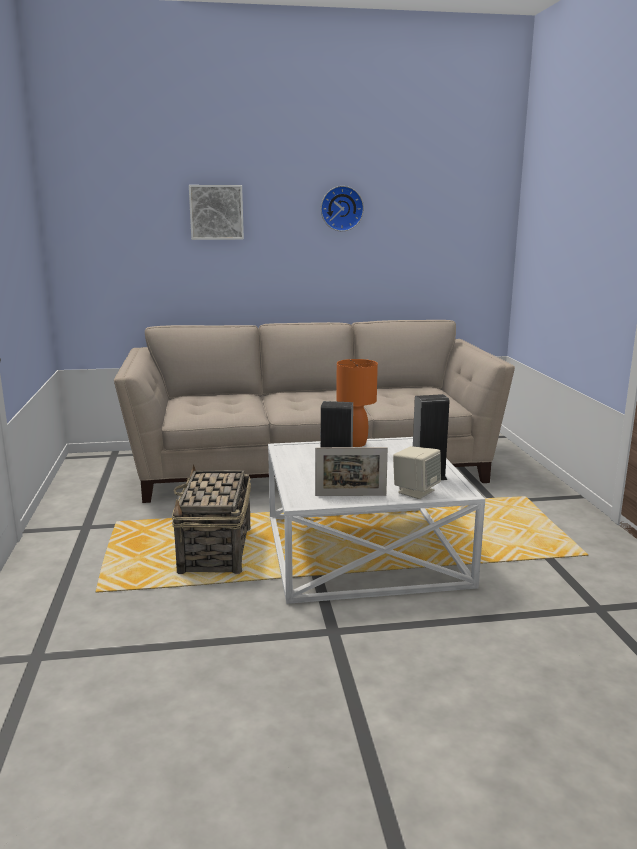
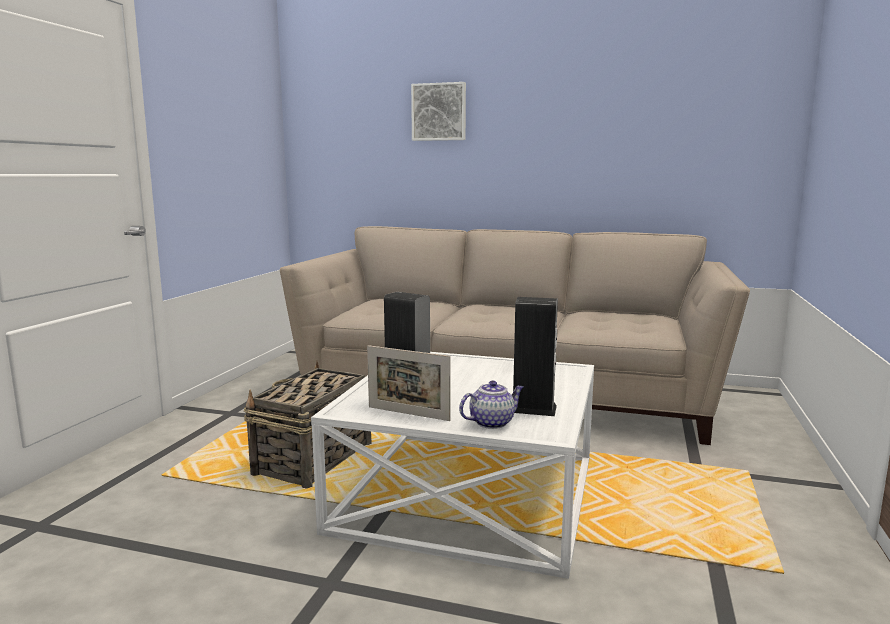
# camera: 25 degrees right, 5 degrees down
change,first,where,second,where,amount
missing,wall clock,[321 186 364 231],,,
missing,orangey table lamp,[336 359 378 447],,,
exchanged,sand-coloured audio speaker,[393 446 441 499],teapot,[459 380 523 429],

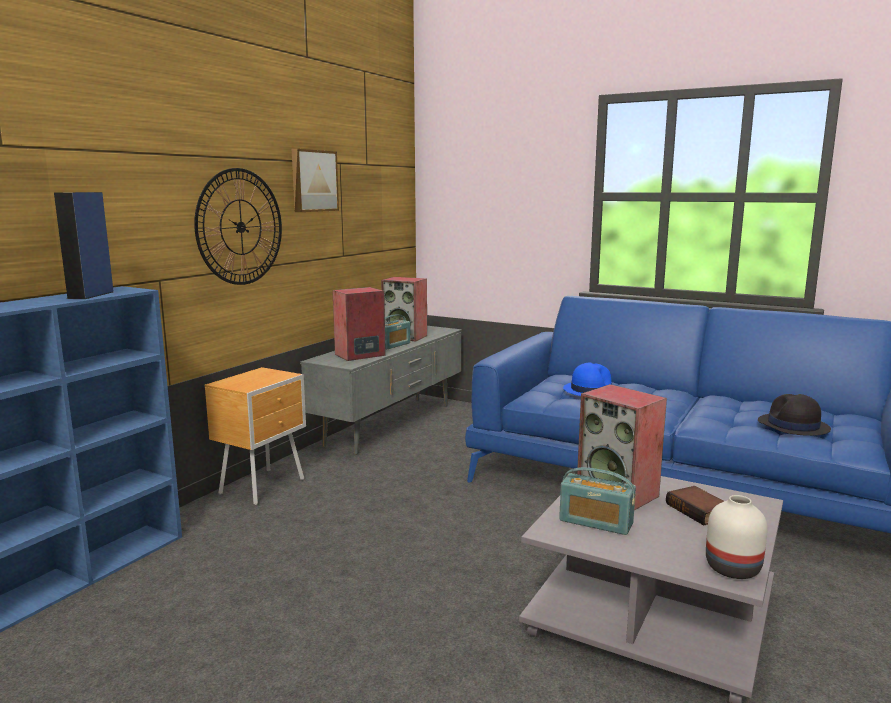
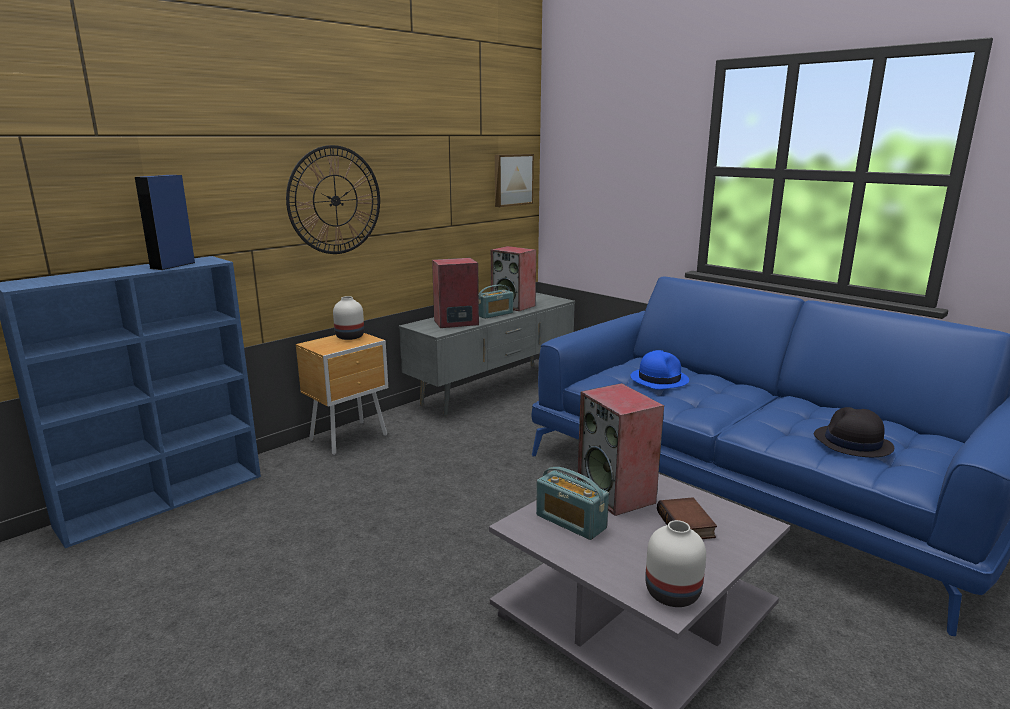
# camera: 15 degrees right, 5 degrees up
change,first,where,second,where,amount
relocated,wall picture,[292 149 339 212],,[495 154 534 207],
appeared,,,white decorative vase,[333 296 364 340],

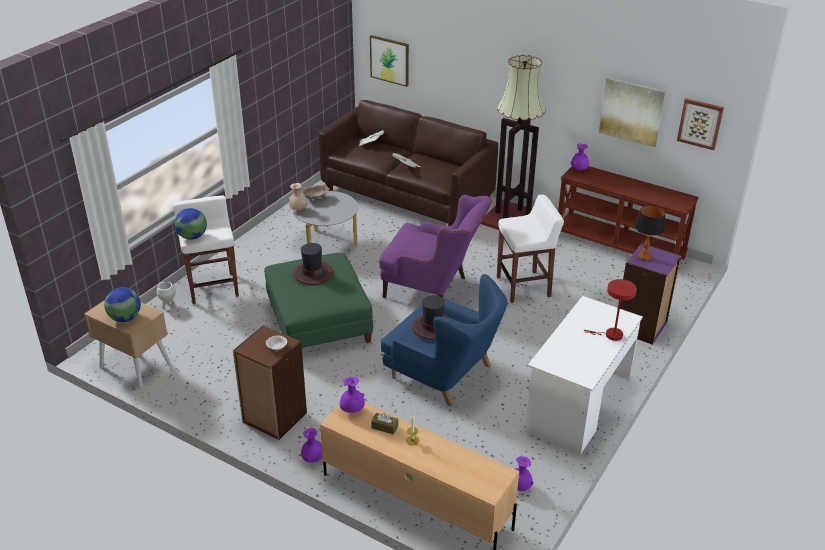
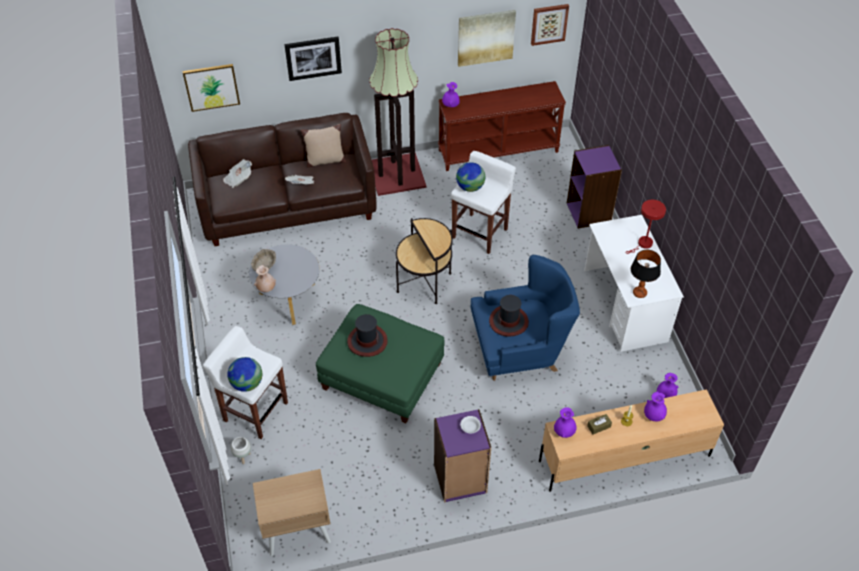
# camera: 45 degrees left, 15 degrees up
change,first,where,second,where,amount
exchanged,purple-coloured easy chair,[379 195 492 298],side table,[396 218 453 304],
relocated,table lamp,[634 205 665 261],,[631 250 661 298],
relocated,globe,[104 287 141 322],,[456 162 485 192],
colour,brown shelving unit,[233 325 307 440],purple-coloured shelving unit,[434 409 491 503],
relocated,purple-coloured decorative vase,[301 428 322 462],,[644 392 667 421],
appeared,,,wall picture,[284 37 342 81],
appeared,,,sand-coloured cushion,[300 124 346 168],

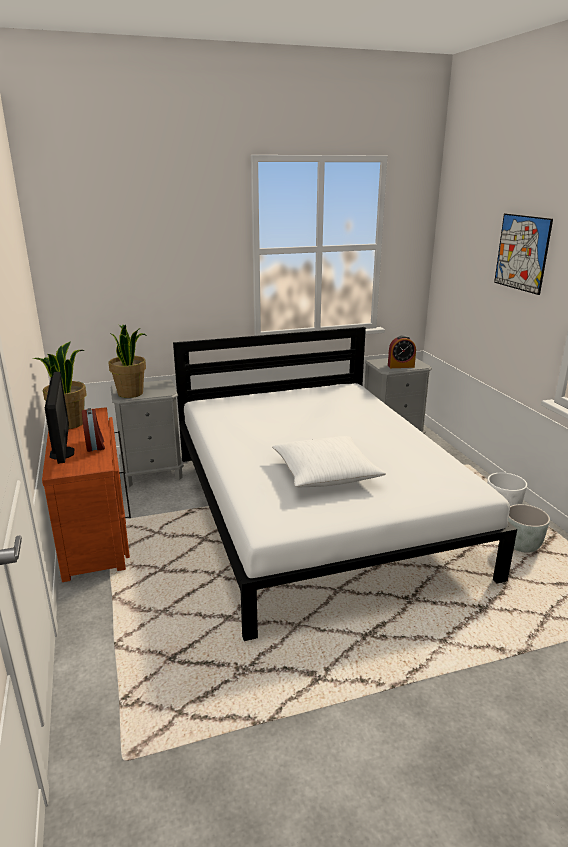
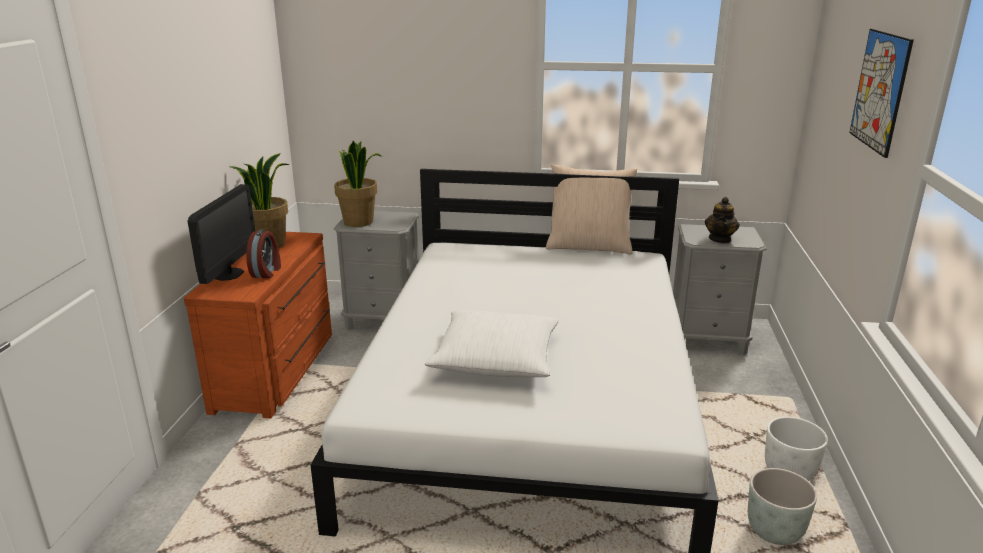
# camera: 25 degrees right, 0 degrees up
change,first,where,second,where,amount
exchanged,bedside clock,[388 335 416 368],teapot,[705 197 740 243],
appeared,,,sand-coloured cushion,[546 165 637 254],

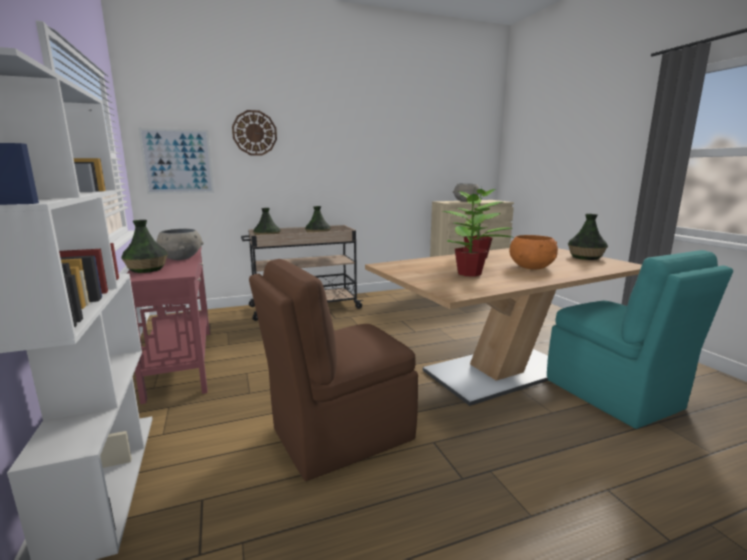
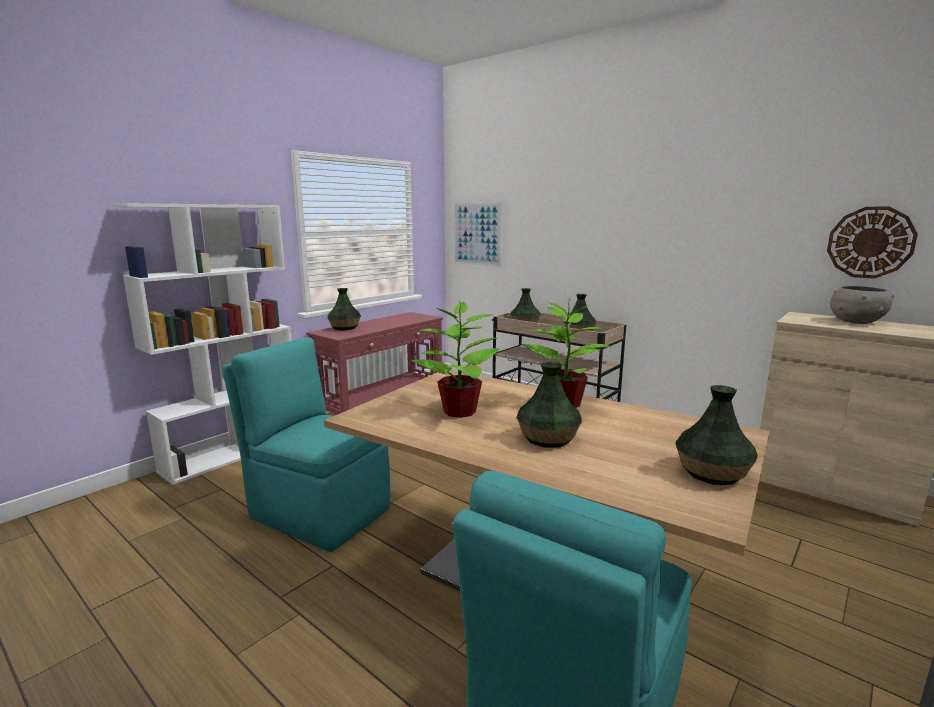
# camera: 60 degrees right, 0 degrees up
change,first,where,second,where,amount
relocated,wall clock,[232 110 277 156],,[827 207 918 279],
missing,greyish serving bowl,[157 229 204 260],,,
exchanged,orangey serving bowl,[509 235 558 269],decorative vase,[517 362 582 448],
colour,brown plain chair,[249 259 418 481],turquoise plain chair,[222 337 390 552],

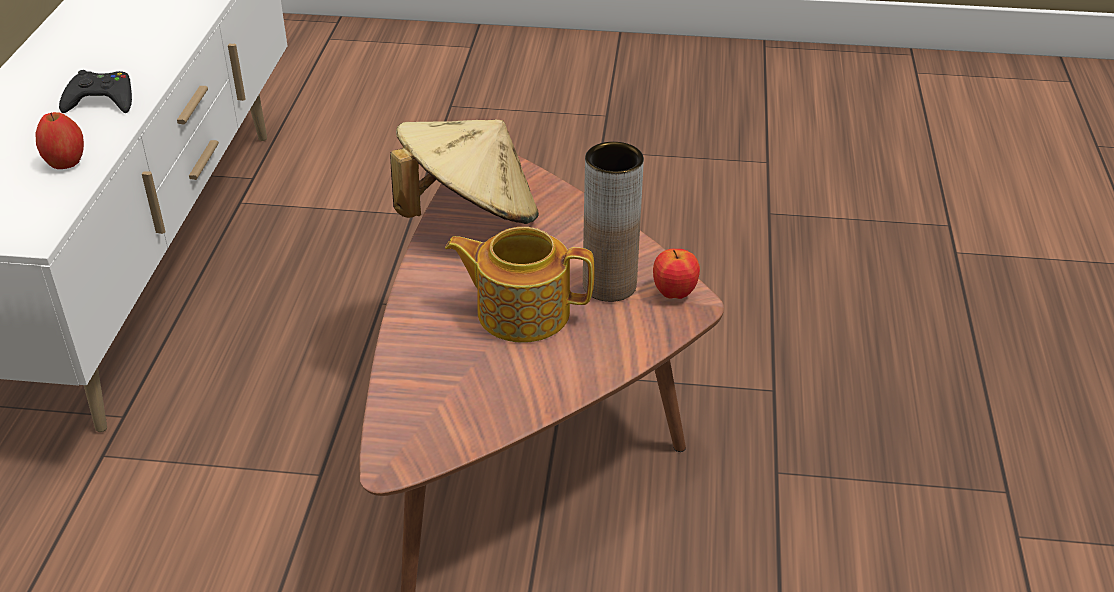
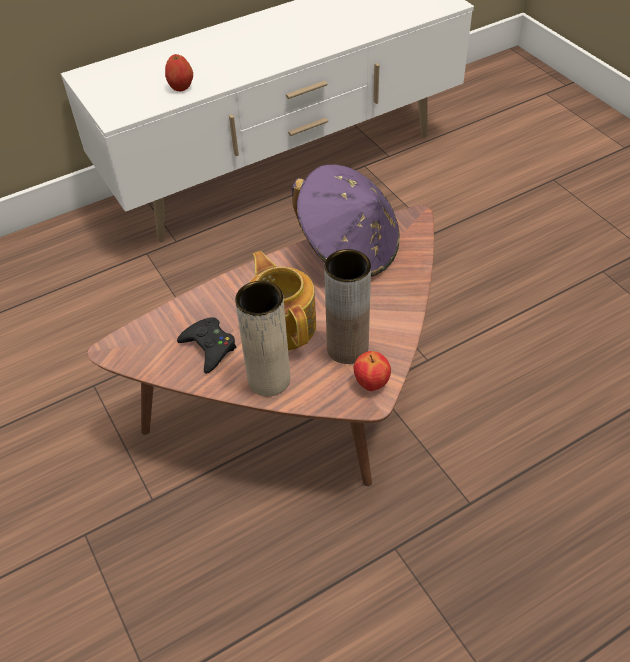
# camera: 55 degrees right, 10 degrees up
change,first,where,second,where,amount
relocated,black-coloured joypad,[59 70 132 113],,[177 317 236 374],
colour,sand-coloured hat,[390 120 539 224],purple-coloured hat,[292 164 400 276],
appeared,,,sand-coloured decorative vase,[235 281 290 396],

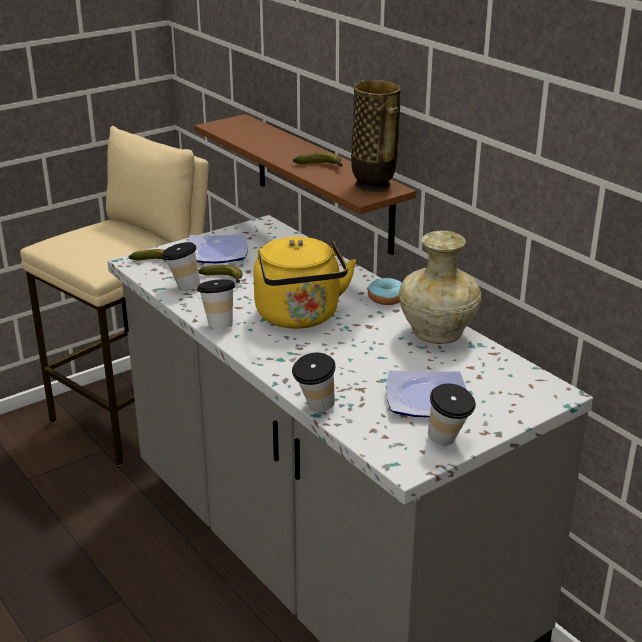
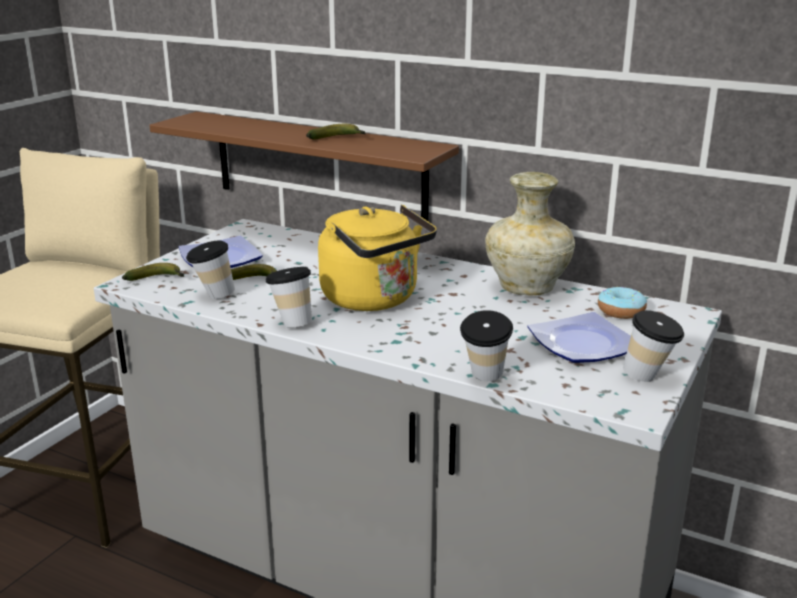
# camera: 25 degrees left, 5 degrees down
change,first,where,second,where,amount
missing,decorative vase,[351 80 401 193],,,
relocated,ring doughnut,[368 277 402 305],,[598 287 647 319],

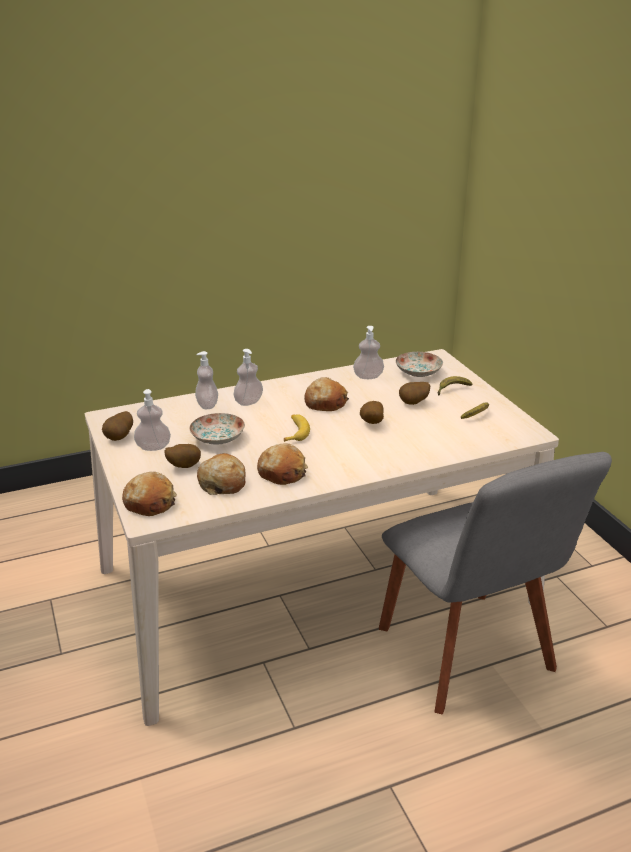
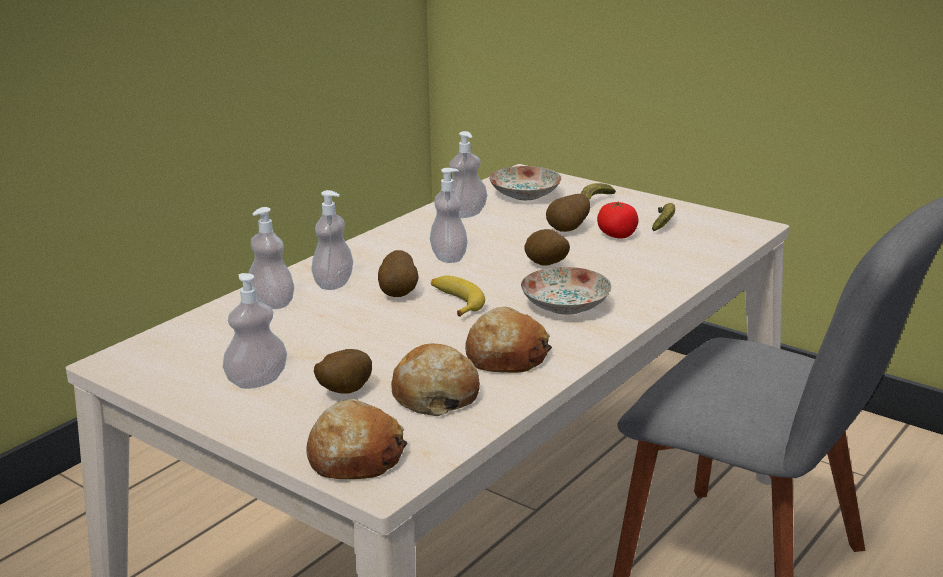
# camera: 30 degrees left, 5 degrees down
change,first,where,second,where,amount
exchanged,bread,[304 377 349 411],soap dispenser,[430 168 468 263],
relocated,spud,[102 411 133 441],,[378 250 419 297],
relocated,flat dish,[190 413 245 445],,[521 267 611 315],
appeared,,,whole tomato,[597 201 639 239],

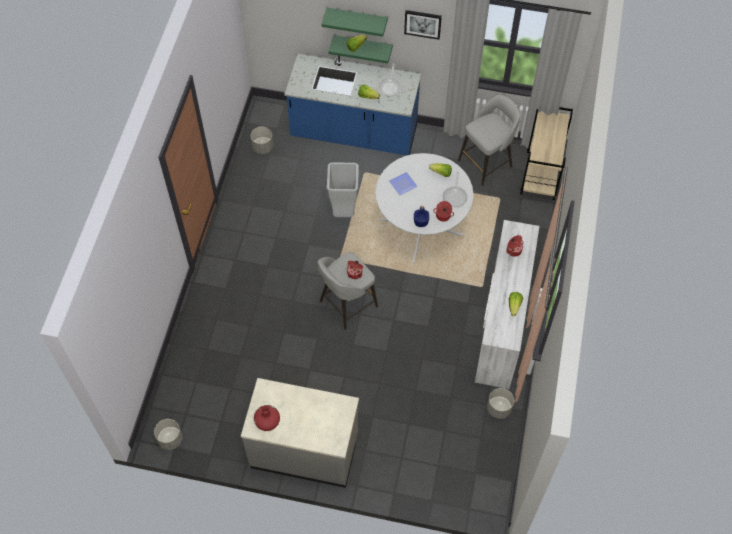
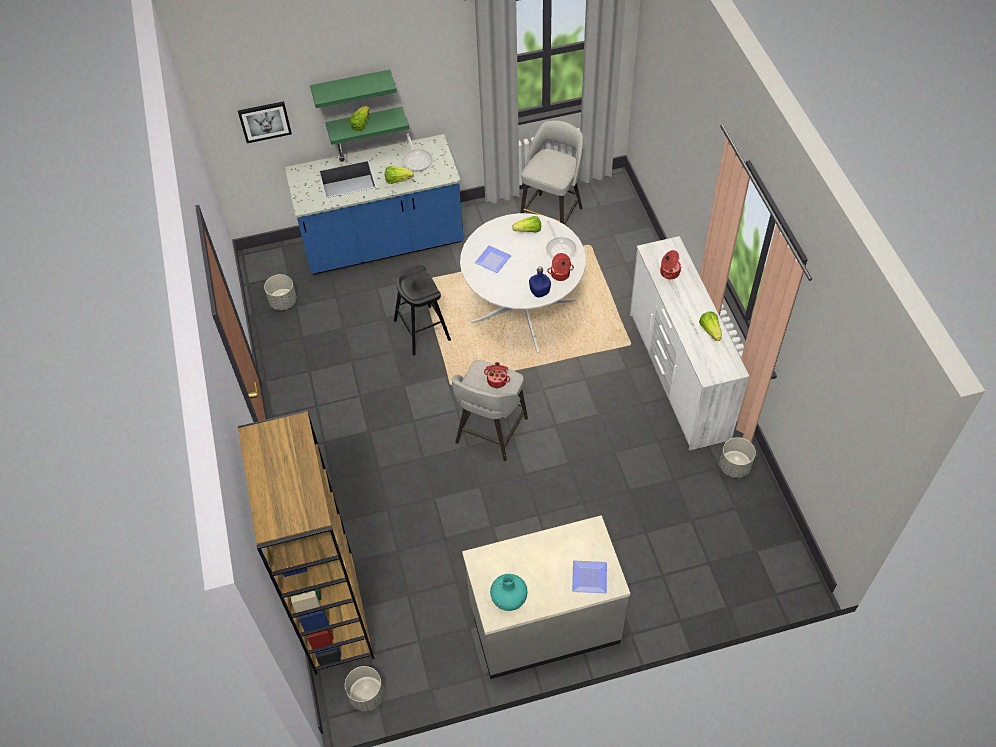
# camera: 25 degrees left, 5 degrees down
change,first,where,second,where,amount
relocated,wall picture,[404 10 442 40],,[238 101 292 143],
missing,sand-coloured trolley,[520 107 573 200],,,
exchanged,greyish trash can,[327 162 359 217],black-coloured stool,[394 264 451 355],
colour,red decorative vase,[254 405 280 431],turquoise decorative vase,[490 574 527 611],
appeared,,,brown shelving unit,[238 410 374 675],
appeared,,,flat dish,[572 560 607 593],

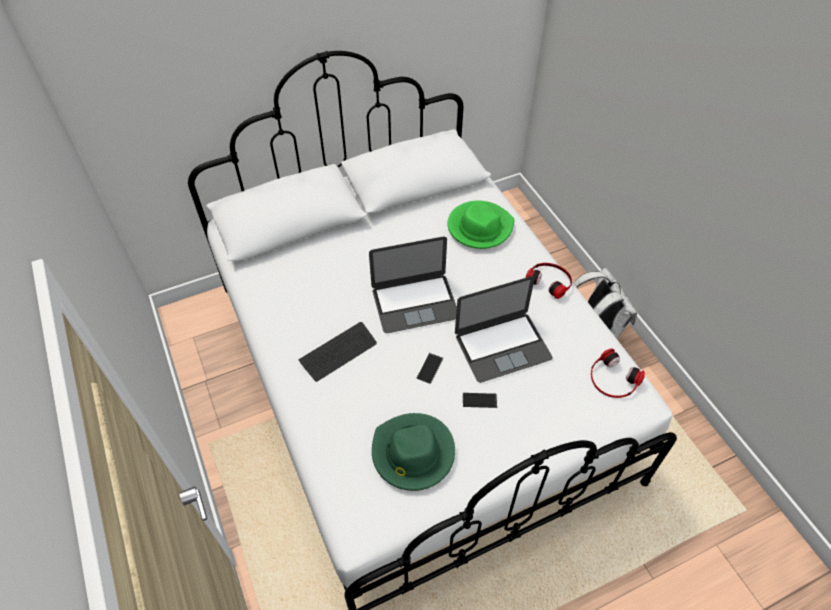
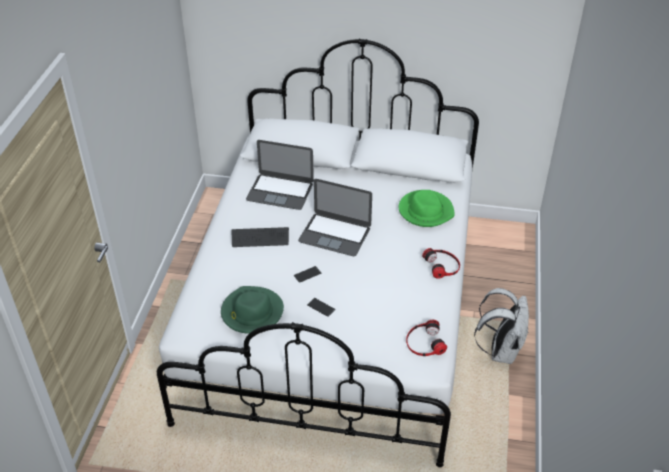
# camera: 35 degrees right, 10 degrees down
change,first,where,second,where,amount
relocated,notebook computer,[455 276 553 383],,[246 140 314 210],

